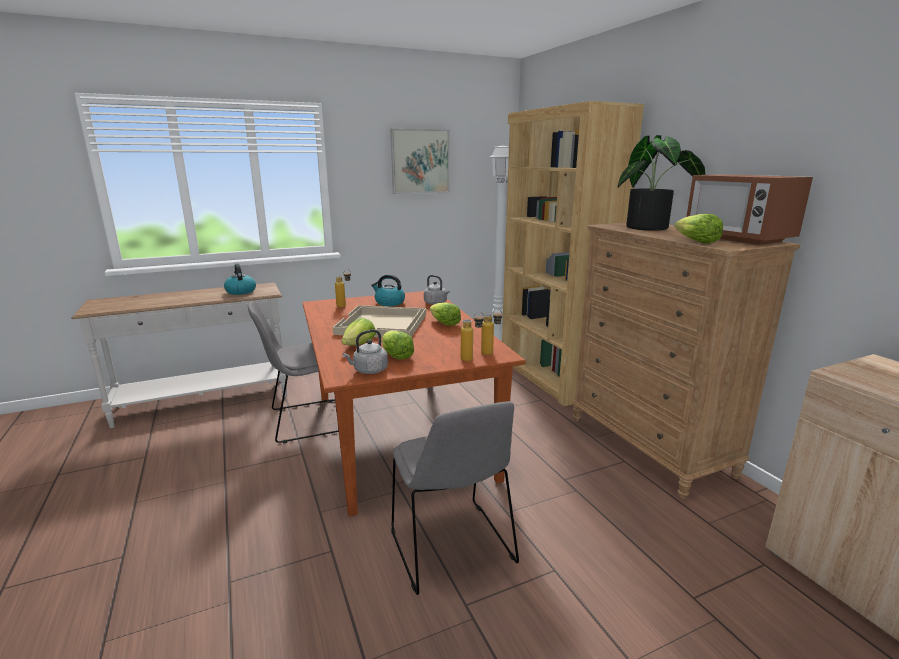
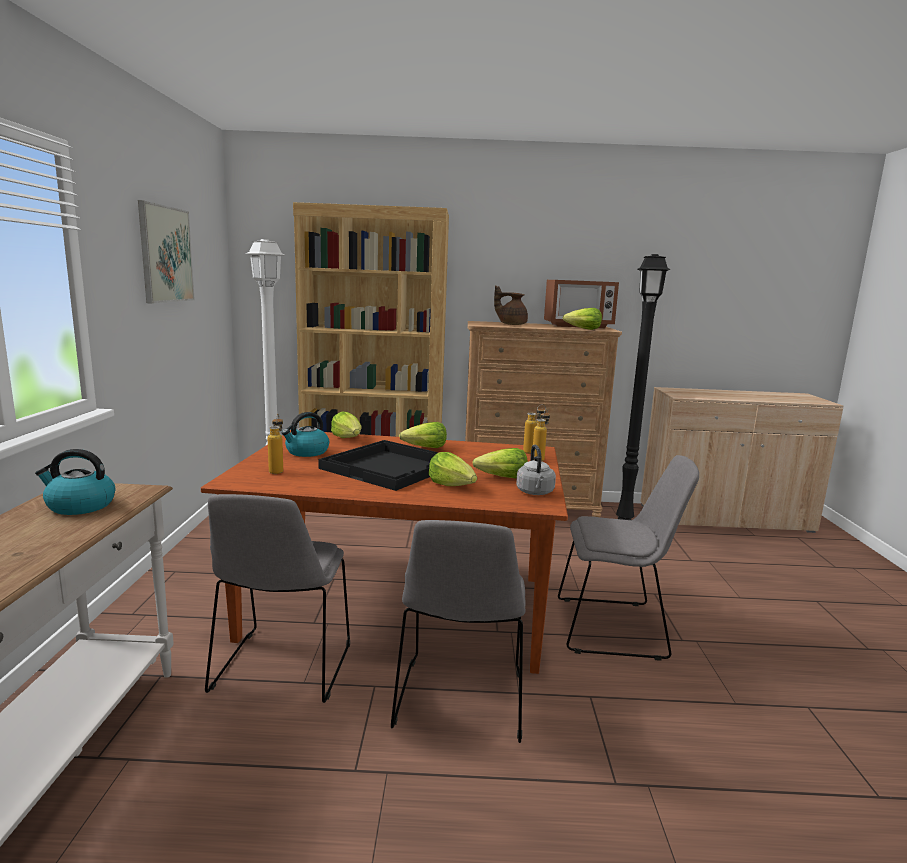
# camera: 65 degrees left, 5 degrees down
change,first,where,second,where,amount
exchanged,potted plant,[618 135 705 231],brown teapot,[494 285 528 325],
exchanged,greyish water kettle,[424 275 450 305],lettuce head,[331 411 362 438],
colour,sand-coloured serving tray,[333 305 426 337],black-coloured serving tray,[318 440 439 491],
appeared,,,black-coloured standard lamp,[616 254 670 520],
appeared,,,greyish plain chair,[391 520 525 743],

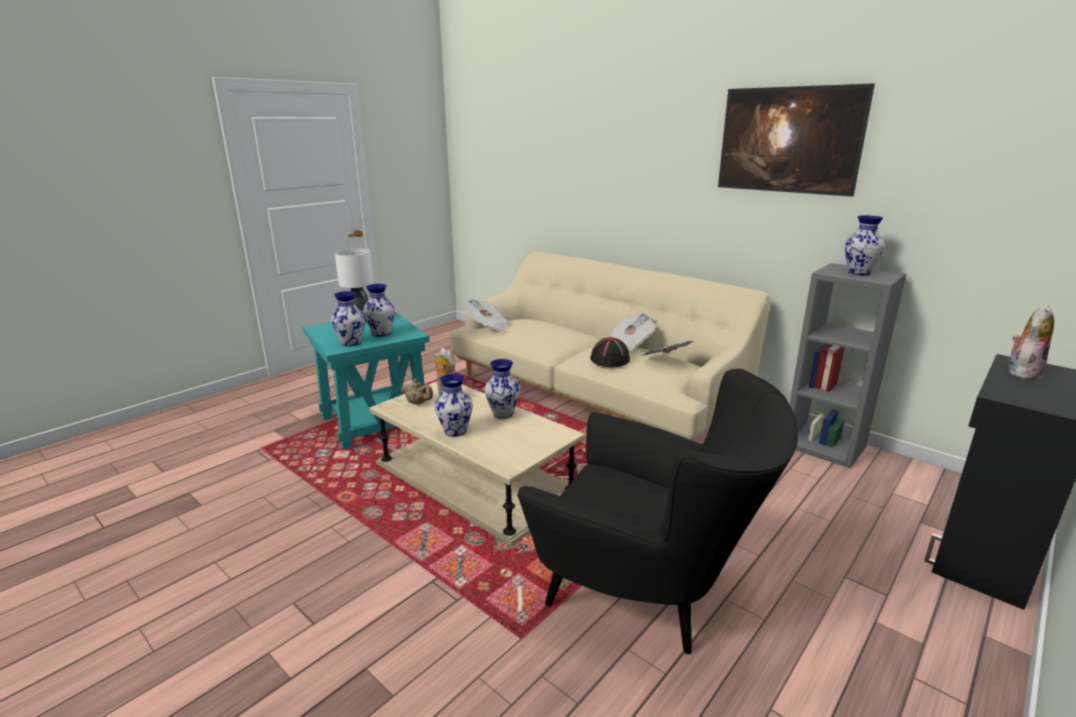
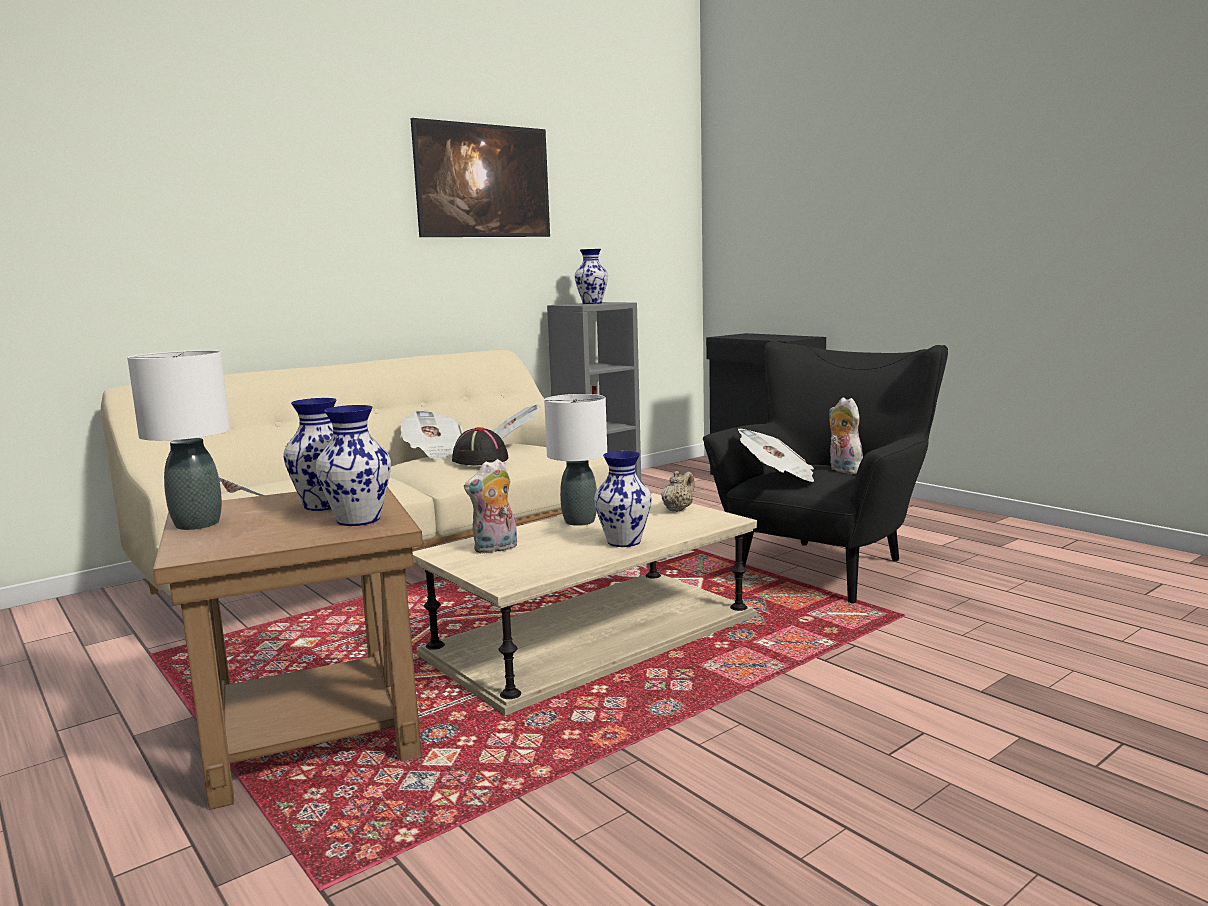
# camera: 80 degrees left, 10 degrees down
change,first,where,second,where,amount
relocated,soft toy,[1009 305 1054 379],,[829 397 863 474],
colour,turquoise side table,[302 312 429 450],brown side table,[153 487 423 810],
exchanged,decorative vase,[485 359 520 419],white table lamp,[544 394 607 526],
relocated,sand-coloured teapot,[400 379 433 405],,[661 471 695 512],
appeared,,,printed paper,[738 428 814 482],

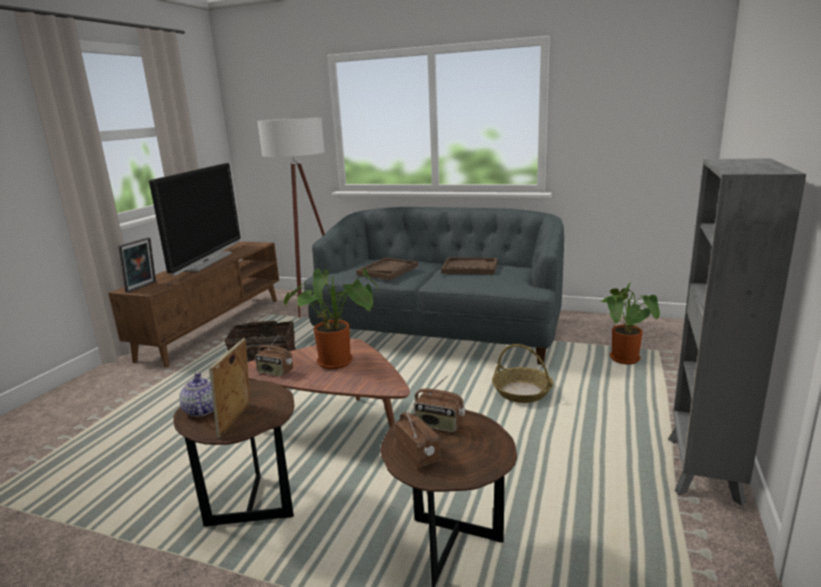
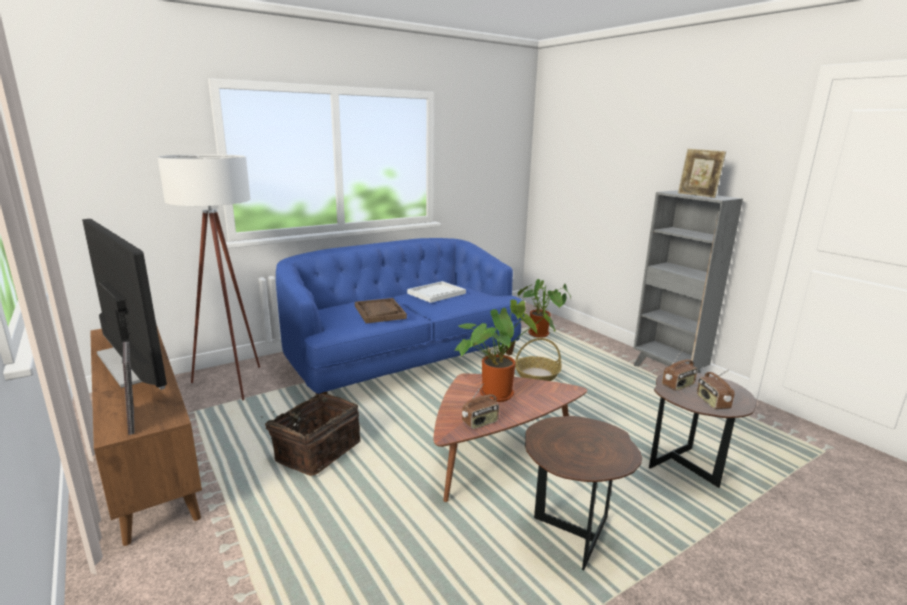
# camera: 55 degrees left, 0 degrees up
change,first,where,second,where,amount
colour,greyish settee,[304 207 564 365],bluish settee,[276 238 524 395],
colour,brown serving tray,[441 257 497 275],white serving tray,[407 281 466 303],
relocated,standing frame,[209 338 251 438],,[678 149 726 198],
missing,teapot,[179 373 214 417],,,
spun,radio receiver,[395 403 440 469],,[697 369 734 409],105 degrees counterclockwise

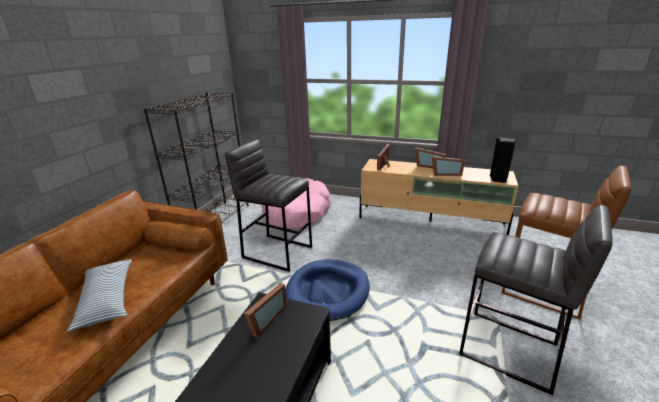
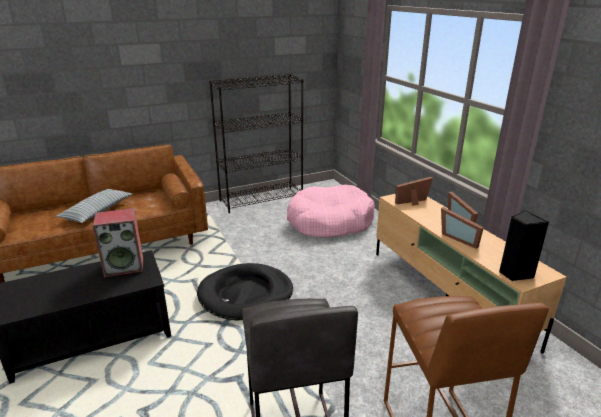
# camera: 45 degrees right, 0 degrees up
change,first,where,second,where,amount
missing,greyish stool,[225 139 312 272],,,
colour,bluish dog cushion,[285 259 370 321],black-coloured dog cushion,[197 263 293 321],
exchanged,standing frame,[244 283 286 338],audio speaker,[92 208 143 278],

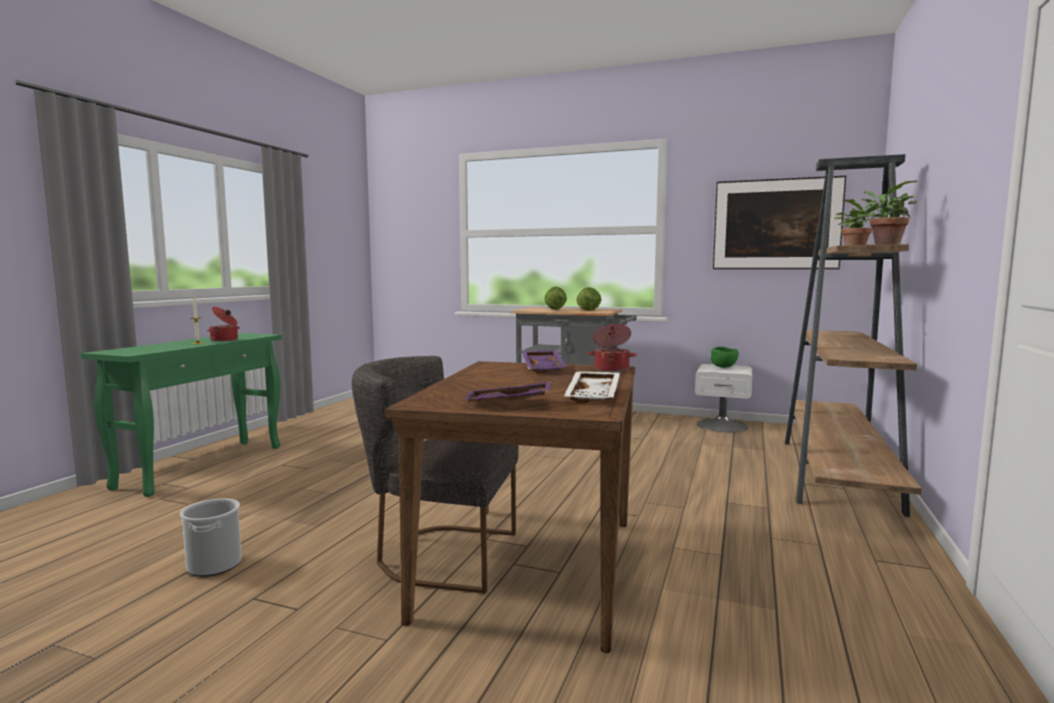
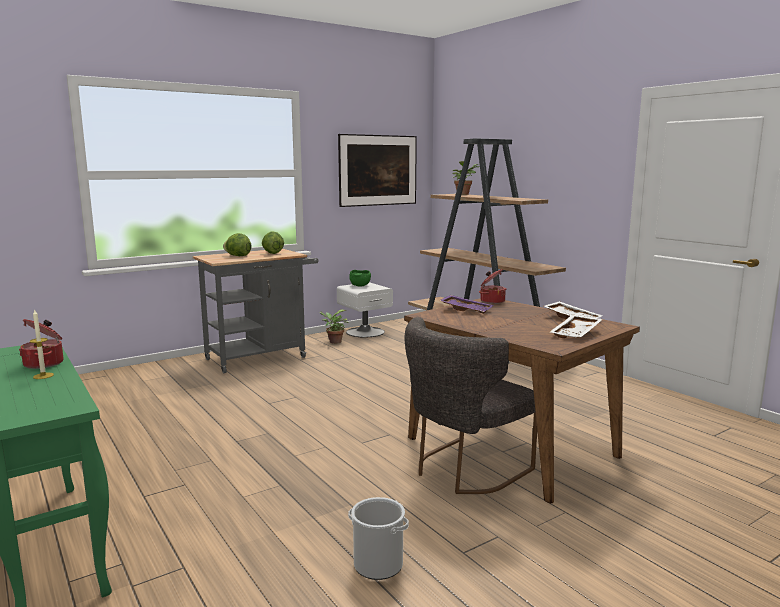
# camera: 55 degrees left, 5 degrees up
change,first,where,second,where,amount
relocated,potted plant,[862 180 919 245],,[319 310 349 344],
colour,purple-coloured serving tray,[462 382 551 402],white serving tray,[550 315 602 338],

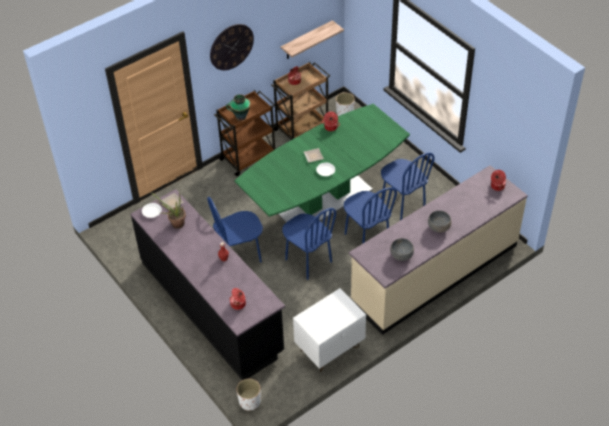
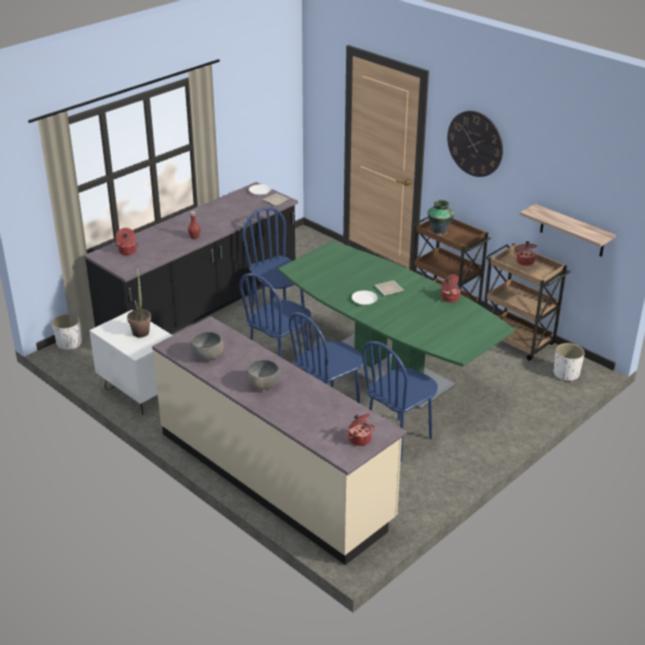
# camera: 80 degrees right, 15 degrees down
change,first,where,second,where,amount
relocated,potted plant,[150 191 186 229],,[127 265 151 338],

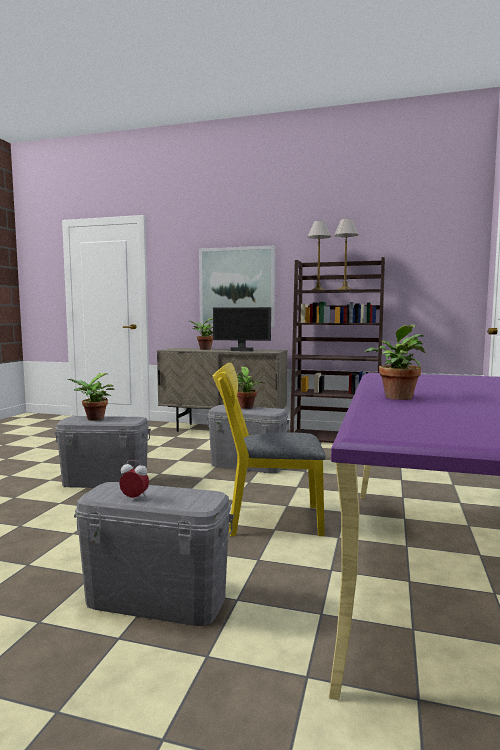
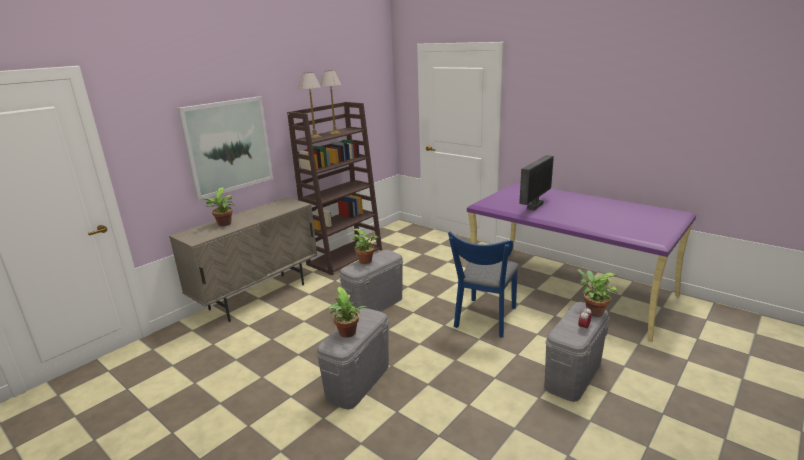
# camera: 65 degrees left, 15 degrees up
change,first,where,second,where,amount
relocated,monitor,[213 307 271 352],,[519 155 554 211],
relocated,potted plant,[365 325 425 400],,[577 269 618 317],
colour,yellow-coloured plain chair,[213 363 326 536],bluish plain chair,[448 232 519 337],

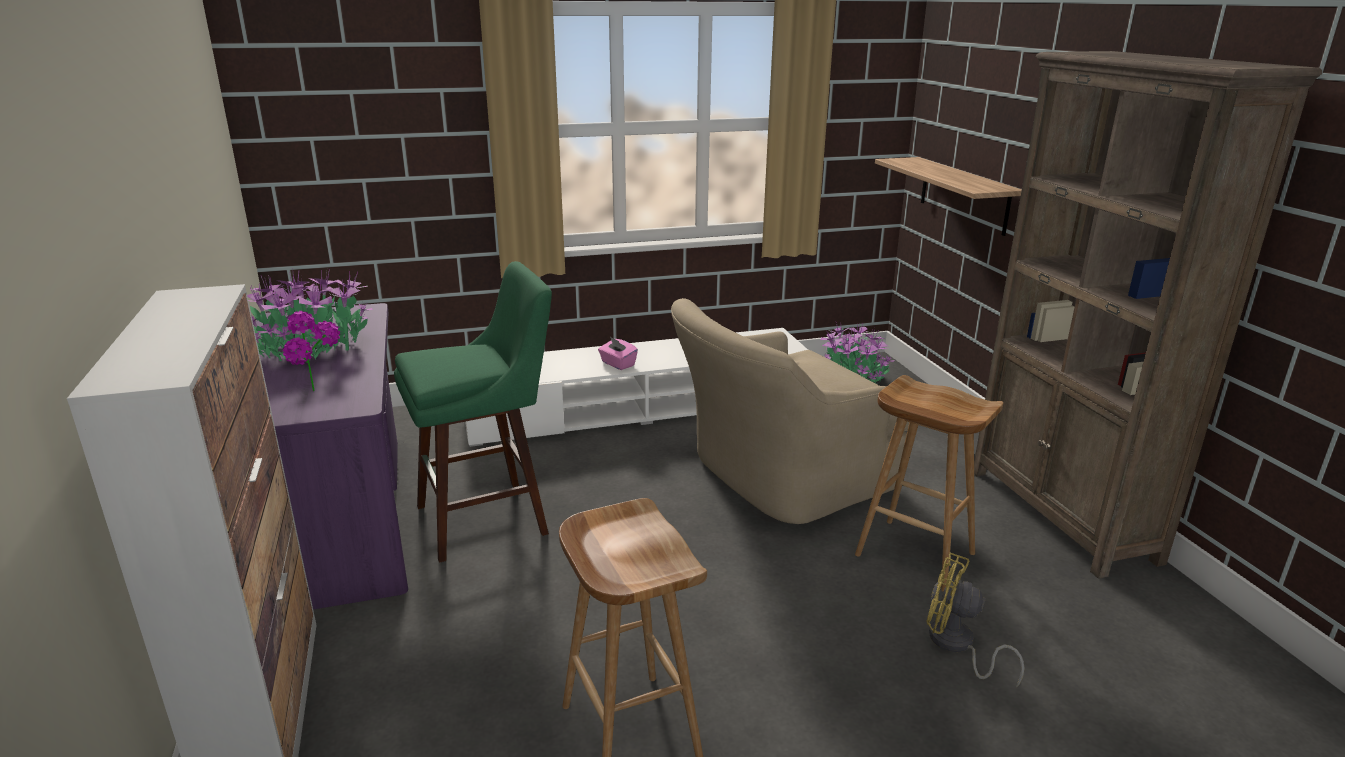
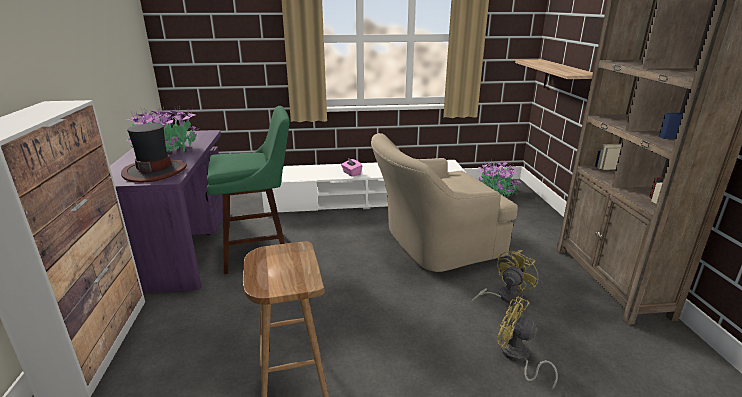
# camera: 10 degrees right, 0 degrees up
change,first,where,second,where,amount
exchanged,potted plant,[283 311 340 391],hat,[121 123 187 183],
exchanged,brown stool,[855 375 1004 592],yellow-coloured fan,[471 250 538 304],

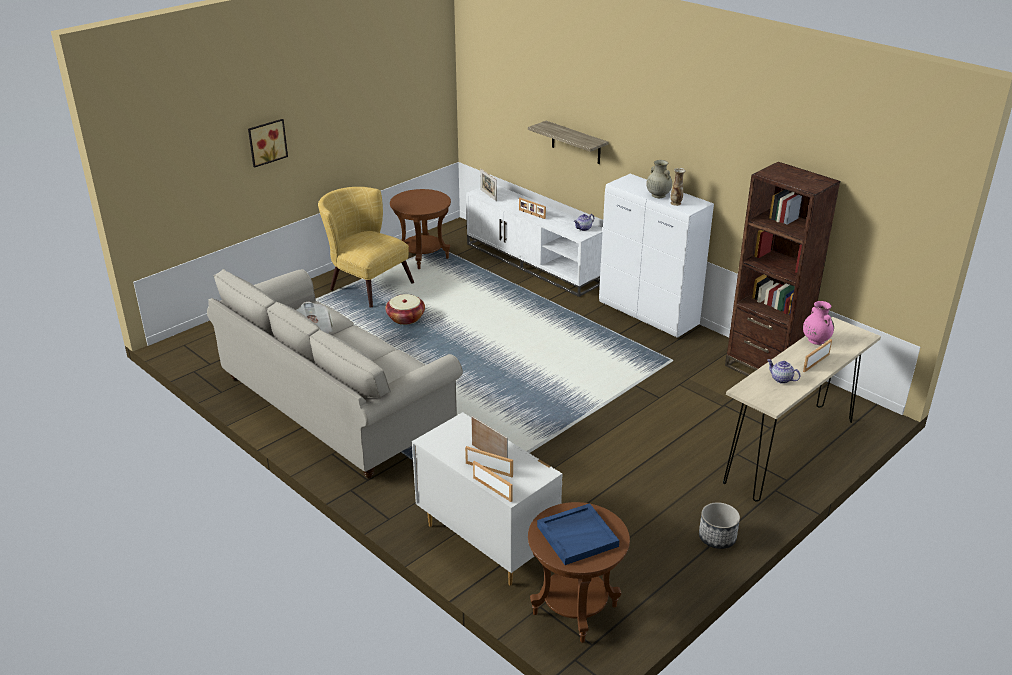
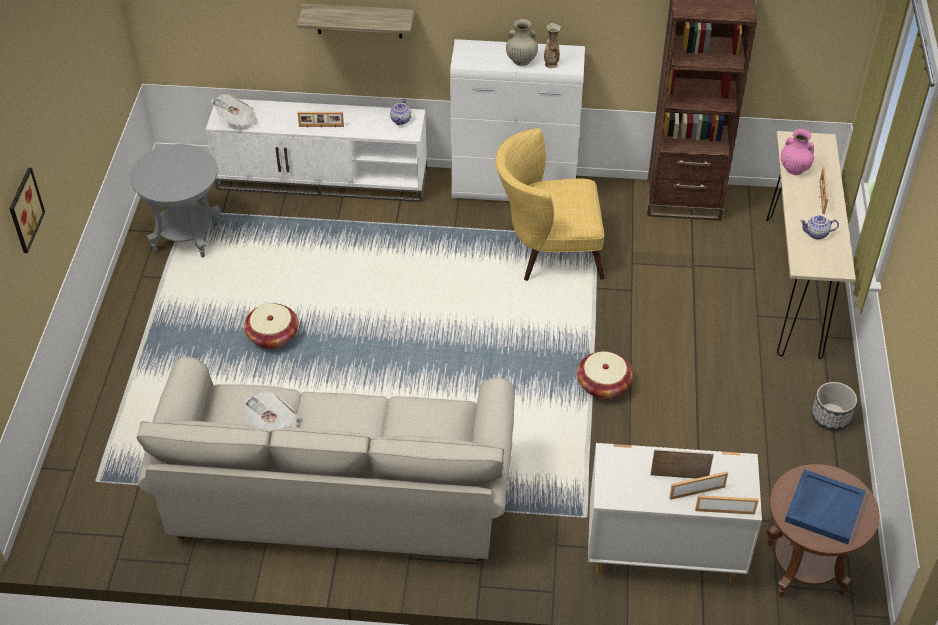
# camera: 40 degrees left, 15 degrees up
change,first,where,second,where,amount
exchanged,standing frame,[481 169 497 201],printed paper,[211 94 259 127],
relocated,yellow-coloured easy chair,[318 187 414 308],,[495 128 605 281],
colour,brown side table,[390 189 451 269],greyish side table,[130 144 221 258],
appeared,,,storage basket,[577 351 633 399],

